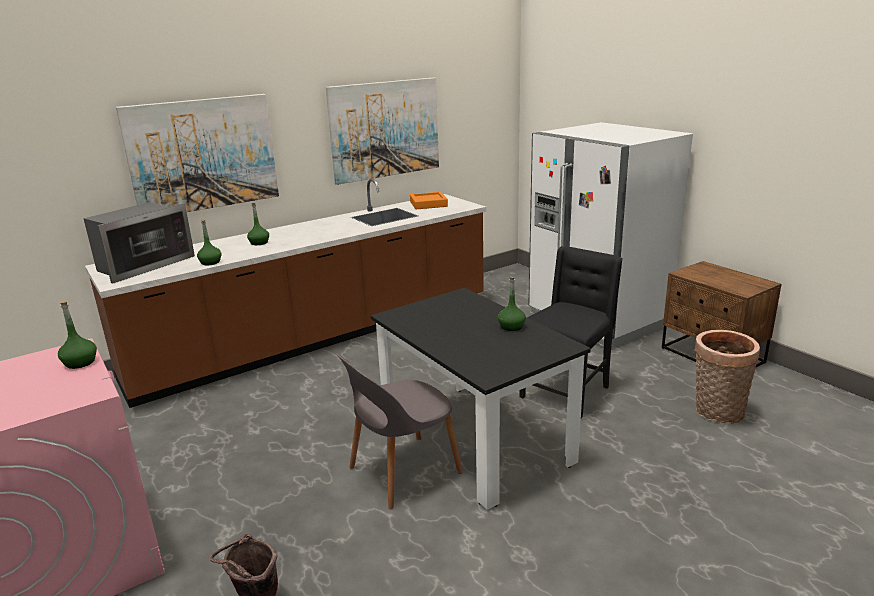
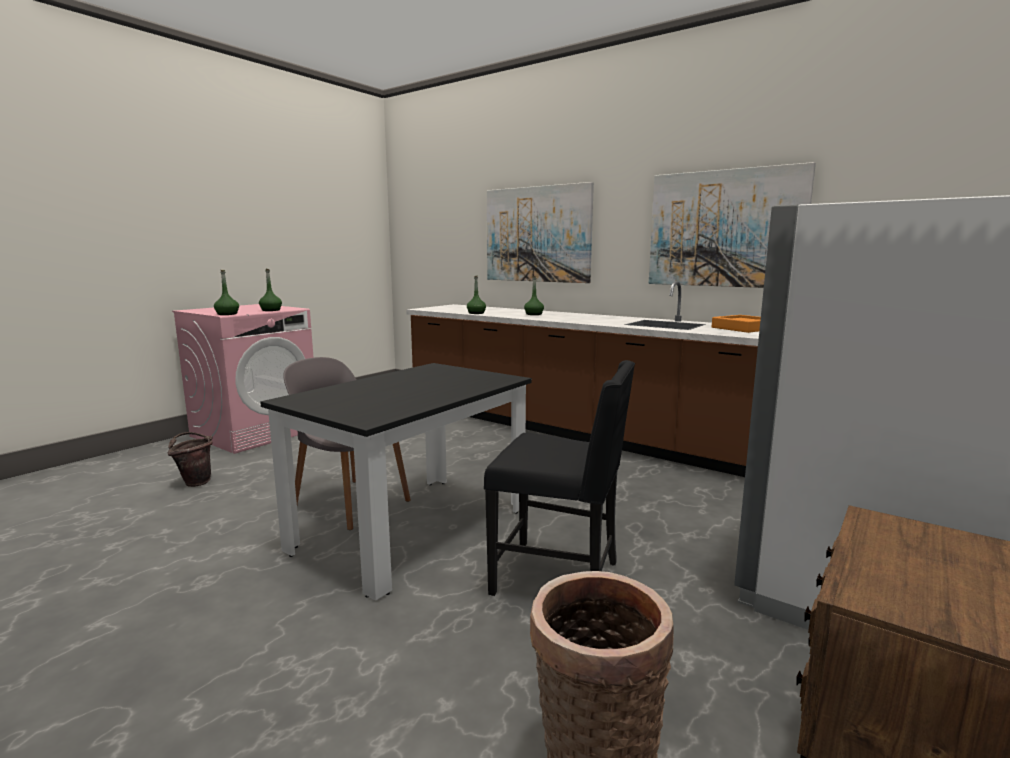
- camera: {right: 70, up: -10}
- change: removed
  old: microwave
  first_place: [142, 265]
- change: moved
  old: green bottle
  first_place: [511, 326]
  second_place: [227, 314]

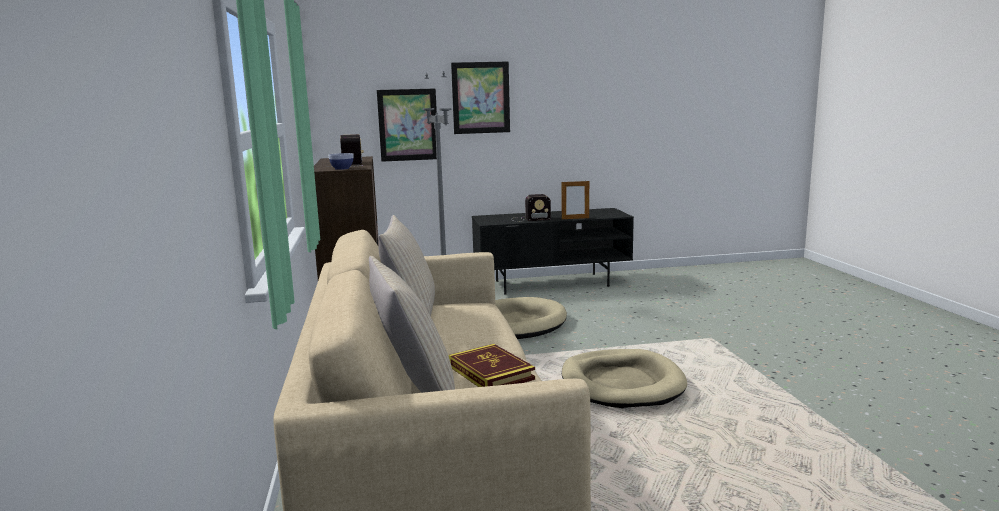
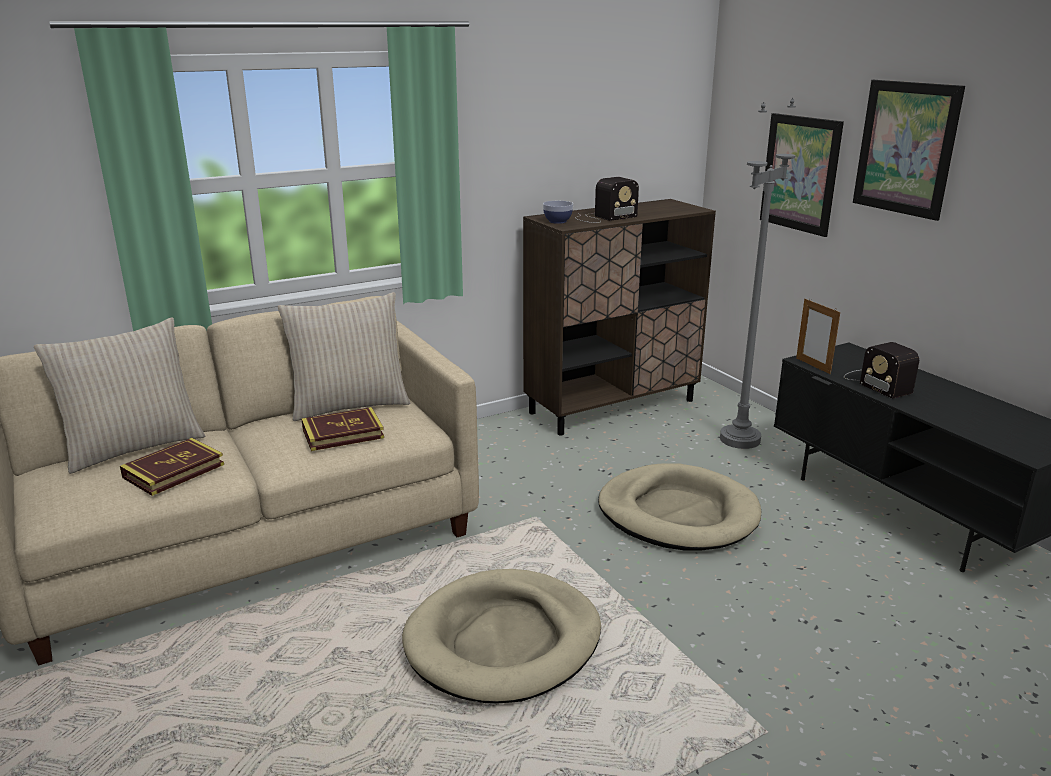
- camera: {right: 70, up: 10}
- change: moved
  old: picture frame
  first_place: [575, 218]
  second_place: [813, 366]
- change: added
  new: book
  second_place: [343, 433]

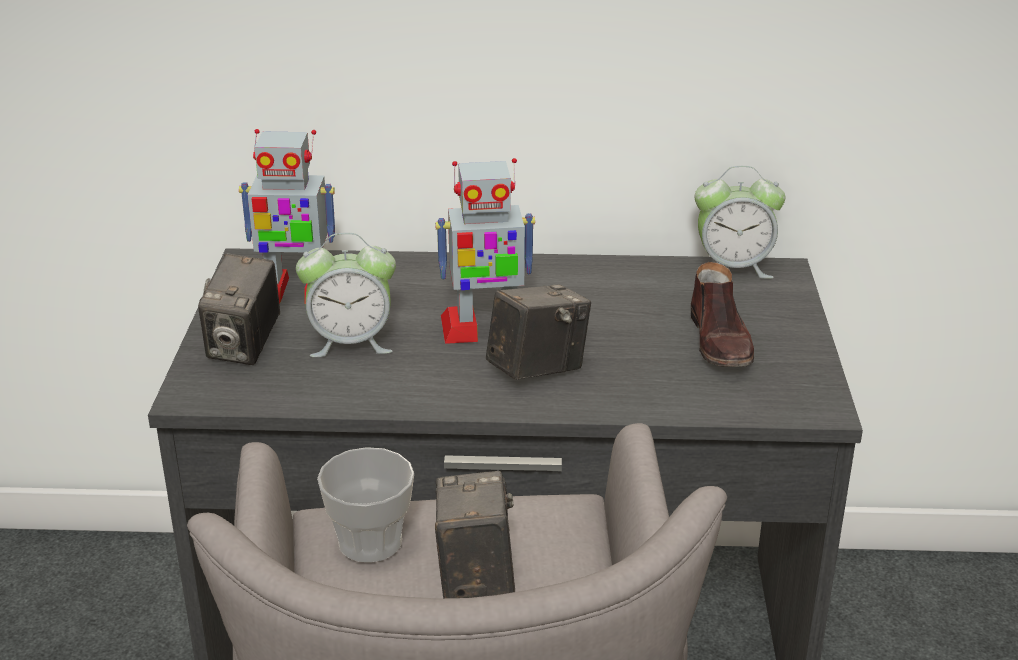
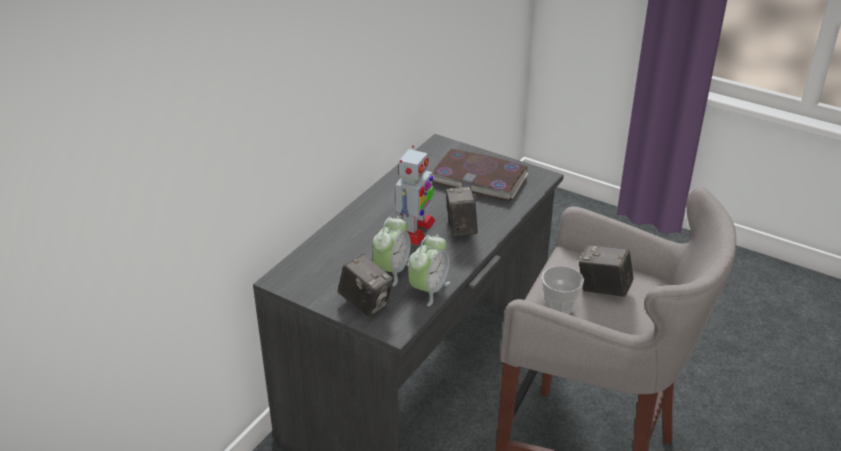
- camera: {right: -60, up: 5}
- change: removed
  old: toy robot
  first_place: [295, 291]
- change: moved
  old: alarm clock
  first_place: [733, 268]
  second_place: [429, 290]
- change: replaced
  old: brown shoe
  new: book
  first_place: [720, 342]
  second_place: [480, 178]

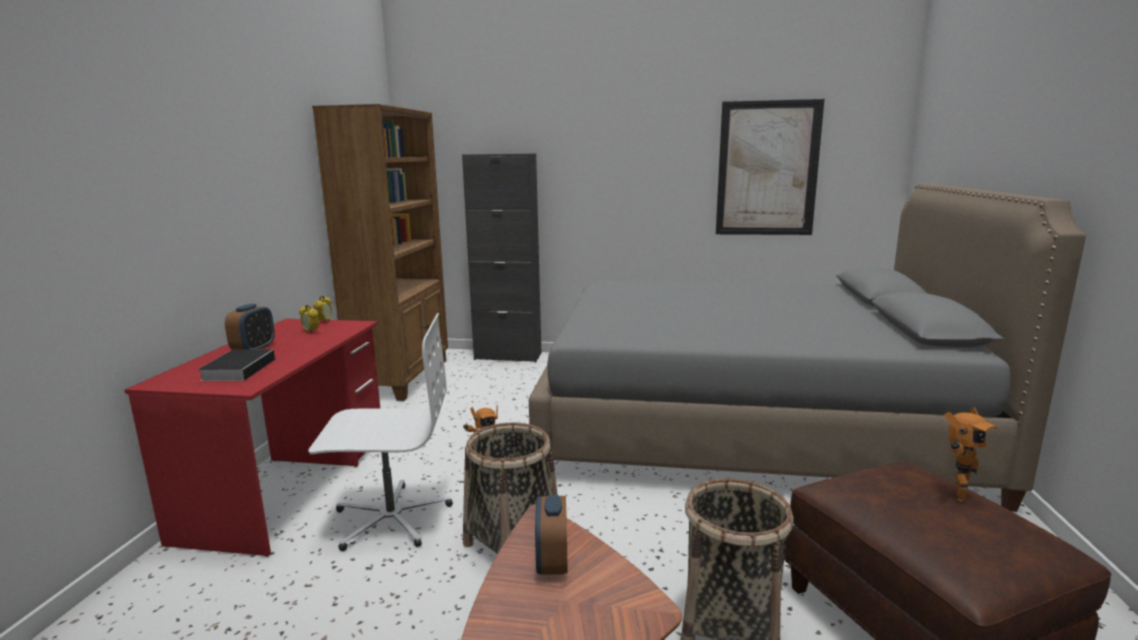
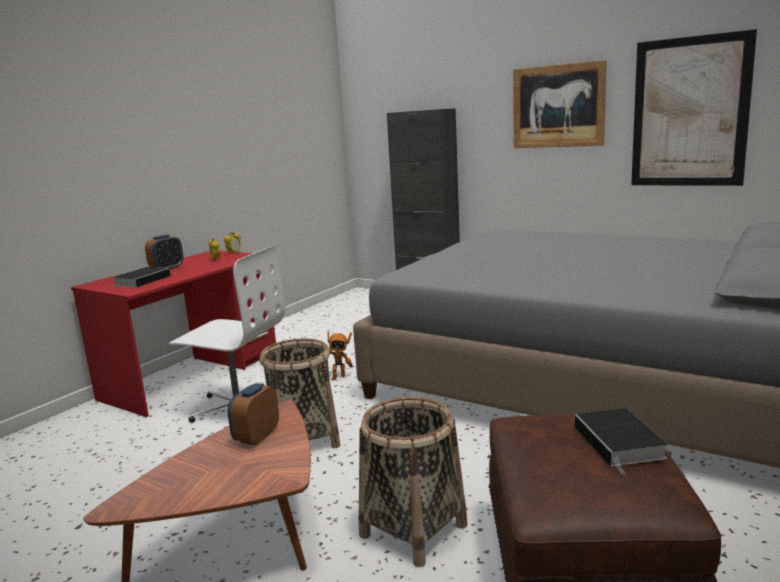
- camera: {right: 25, up: 0}
- change: removed
  old: brown bookcase
  first_place: [402, 377]
- change: replaced
  old: toy robot
  new: book
  first_place: [955, 495]
  second_place: [620, 443]
- change: added
  new: picture
  second_place: [558, 106]

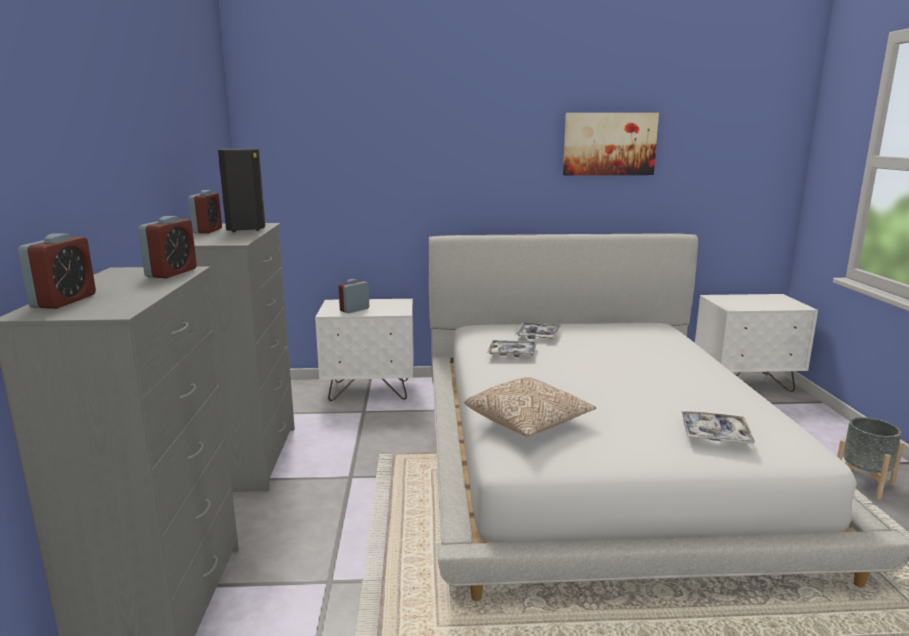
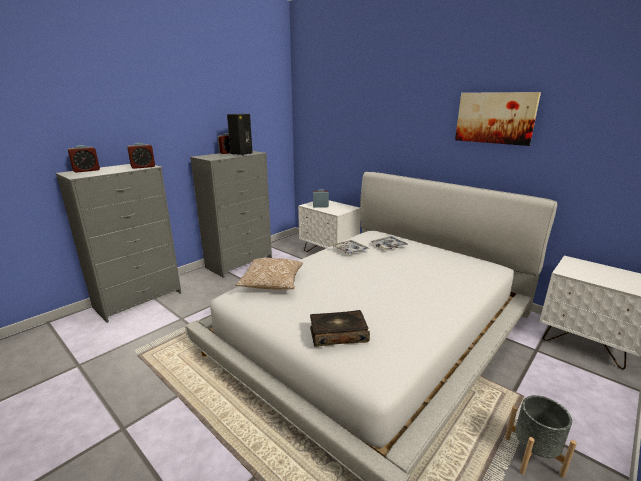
- camera: {right: 45, up: 5}
- change: replaced
  old: tray
  new: book
  first_place: [715, 434]
  second_place: [338, 334]

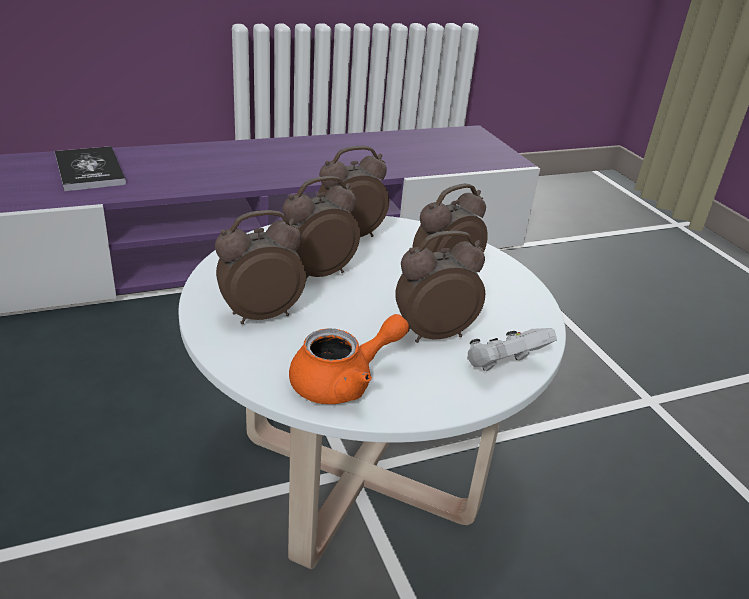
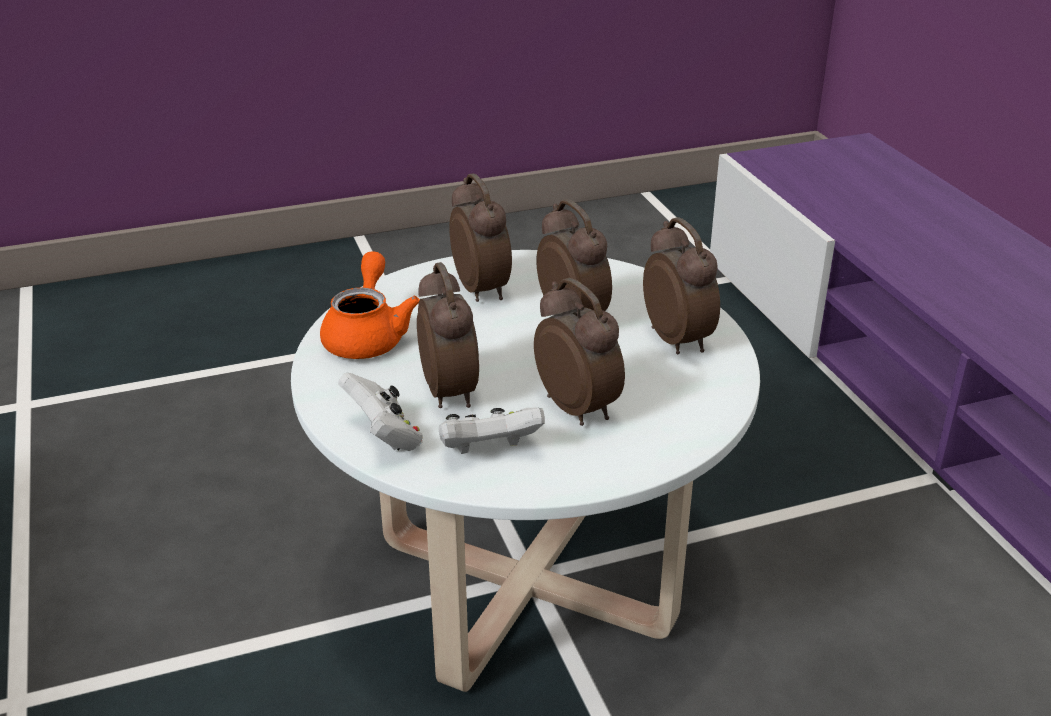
- camera: {right: 95, up: 0}
- change: removed
  old: book
  first_place: [89, 170]
- change: turned
  old: orange teapot
  first_place: [343, 381]
  second_place: [368, 335]
  degrees: -150
- change: added
  new: white game controller
  second_place: [489, 451]

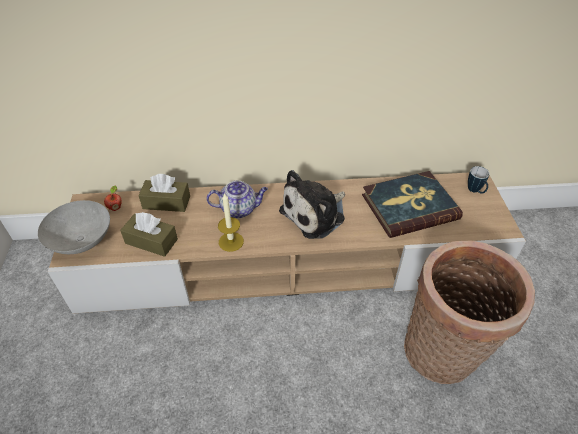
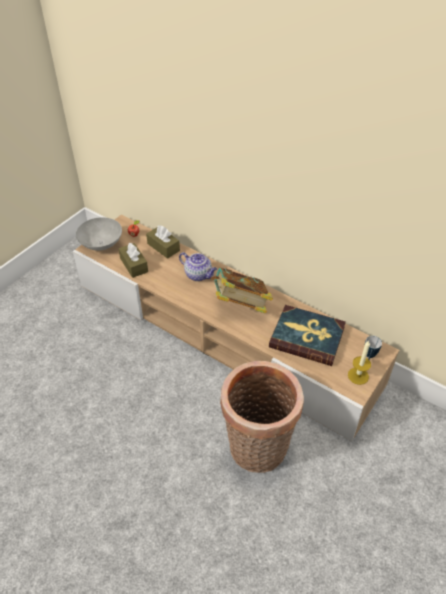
- camera: {right: 40, up: 0}
- change: replaced
  old: plush toy
  new: book
  first_place: [315, 214]
  second_place: [240, 305]
- change: moved
  old: candle
  first_place: [231, 241]
  second_place: [358, 376]

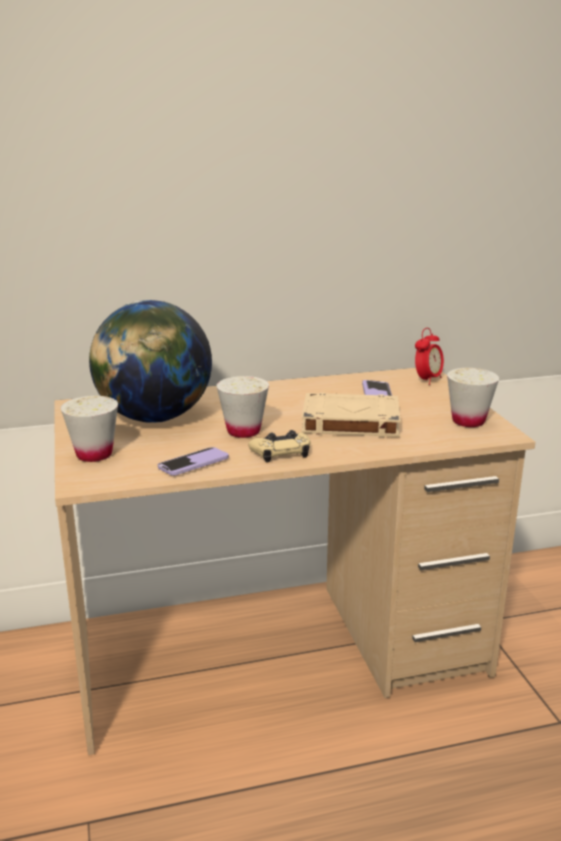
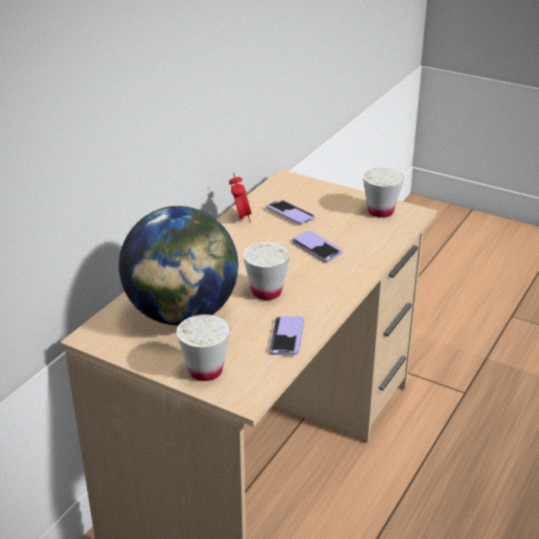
- camera: {right: -45, up: 10}
- change: moved
  old: alarm clock
  first_place: [427, 380]
  second_place: [241, 218]
- change: replaced
  old: beige book
  new: phone
  first_place: [349, 422]
  second_place: [316, 248]
- change: removed
  old: beige game controller
  first_place: [281, 452]

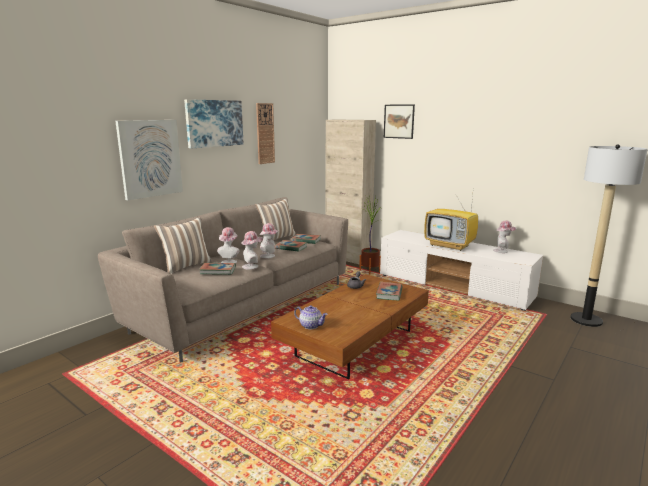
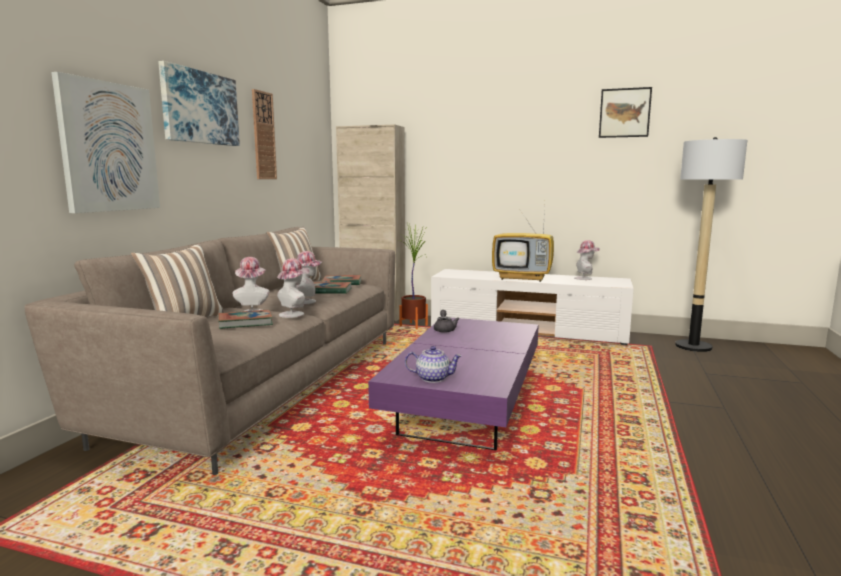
- camera: {right: -20, up: -5}
- change: moved
  old: picture
  first_place: [399, 121]
  second_place: [624, 113]
- change: recoloured
  old: brown coffee table
  new: purple coffee table
  first_place: [355, 343]
  second_place: [465, 406]
- change: removed
  old: book
  first_place: [389, 293]

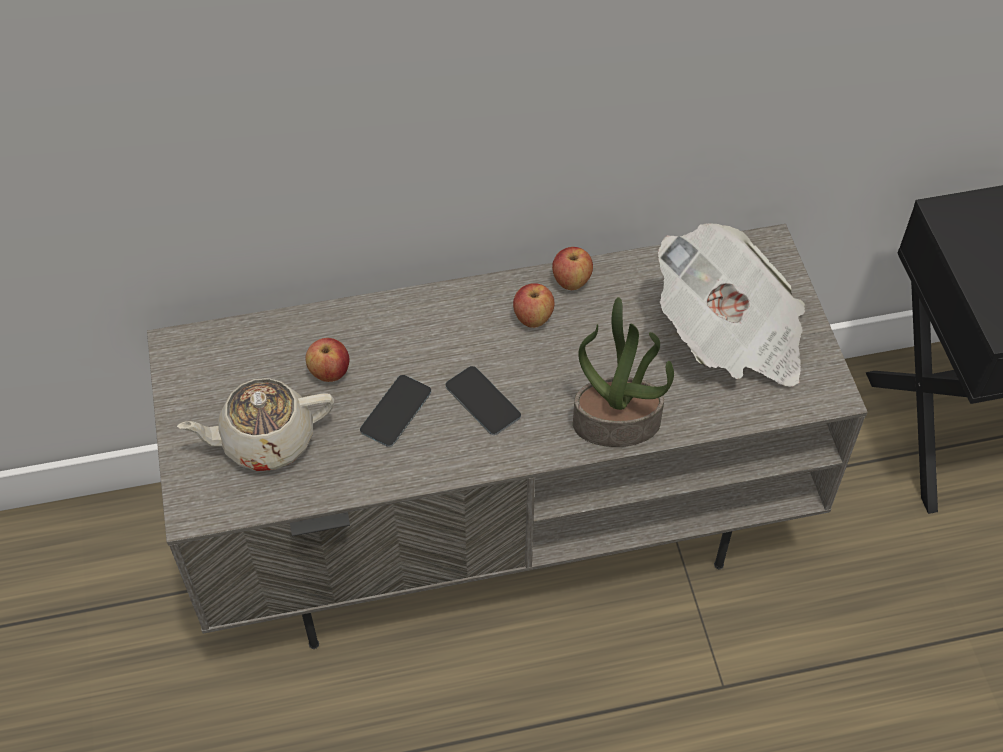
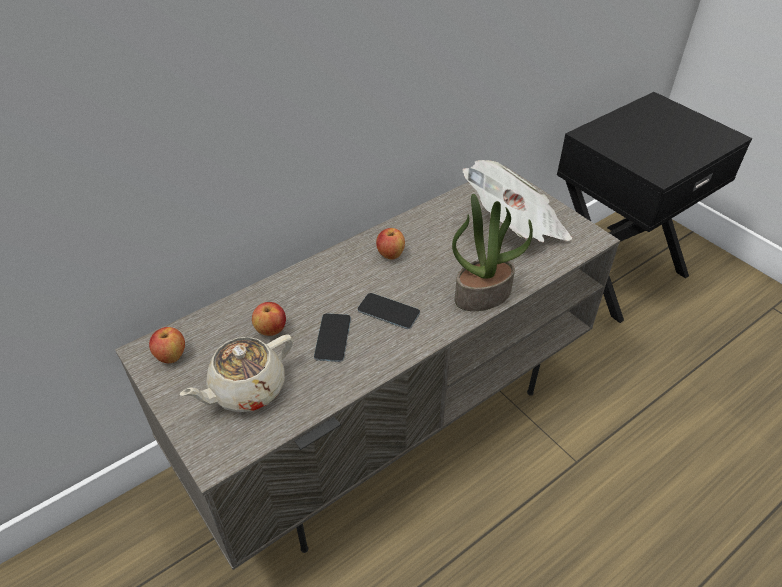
- camera: {right: -25, up: -10}
- change: moved
  old: apple
  first_place: [571, 281]
  second_place: [171, 356]

